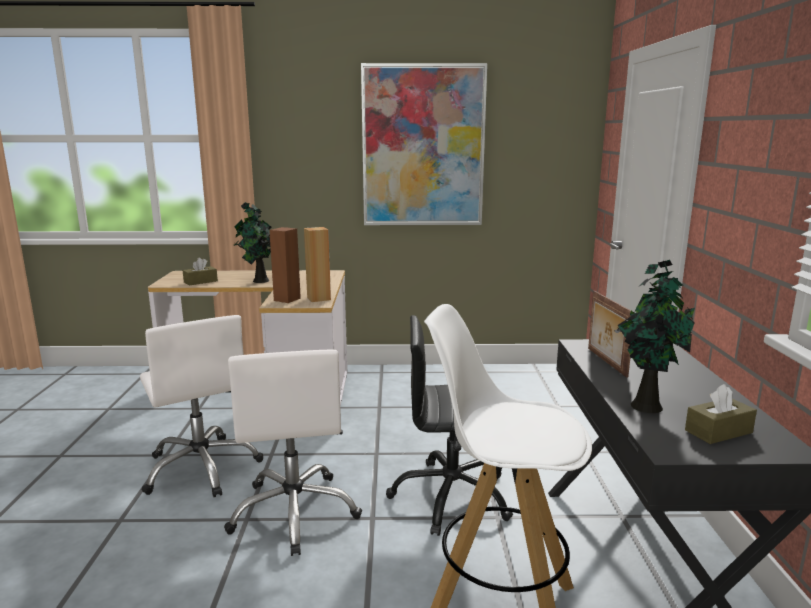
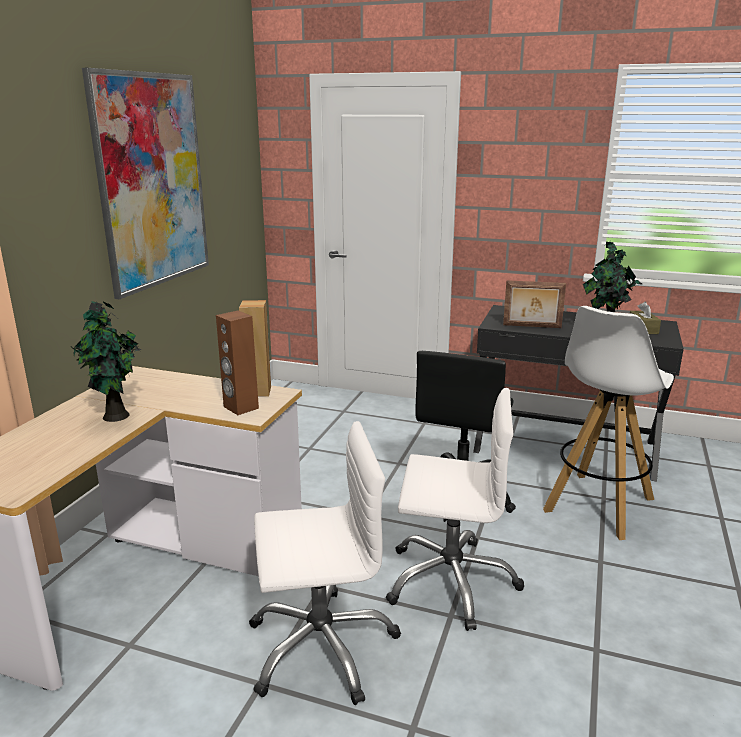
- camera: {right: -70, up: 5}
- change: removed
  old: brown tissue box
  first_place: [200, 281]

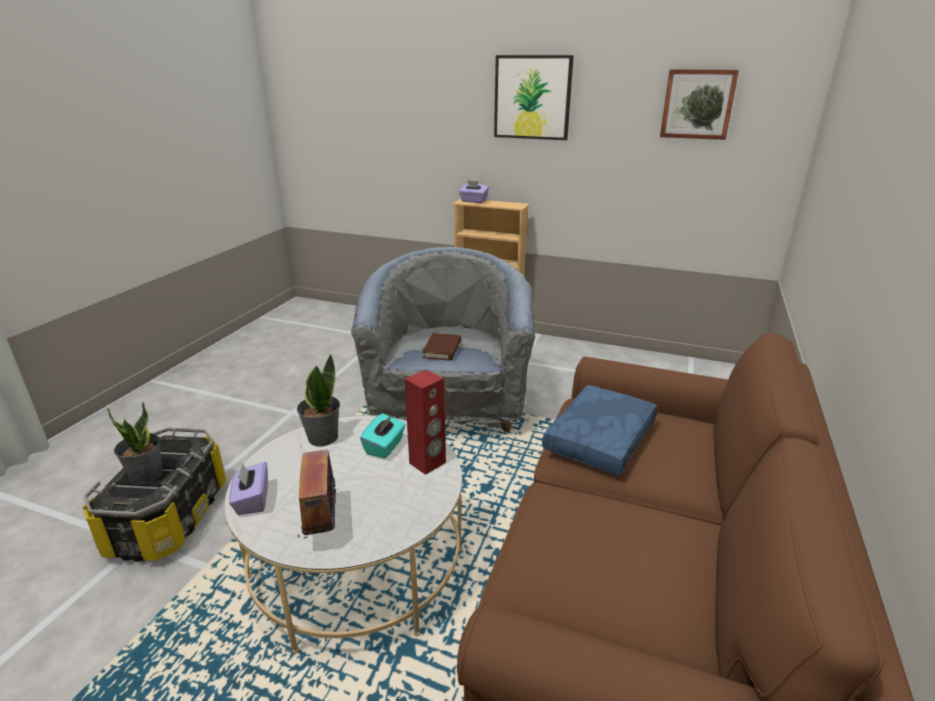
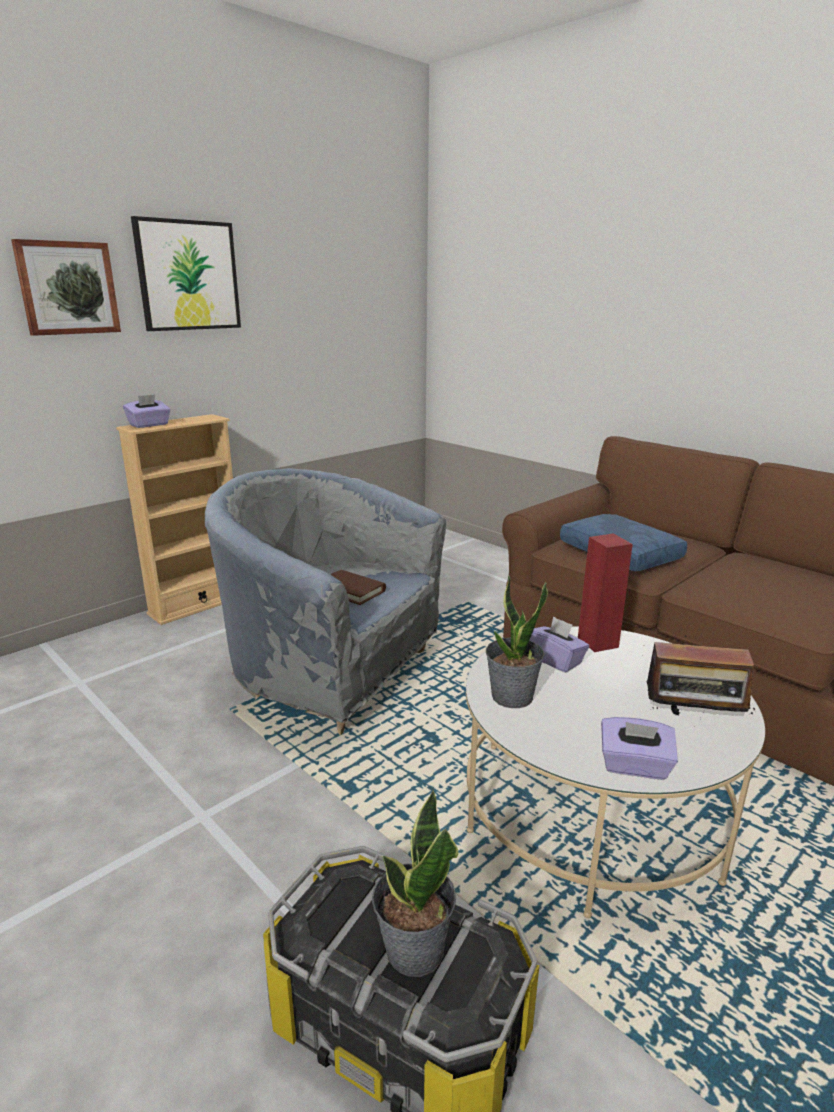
- camera: {right: -65, up: -5}
- change: moved
  old: picture
  first_place: [697, 104]
  second_place: [67, 288]
- change: recoloured
  old: turquoise tissue box
  new: purple tissue box
  first_place: [385, 447]
  second_place: [555, 660]

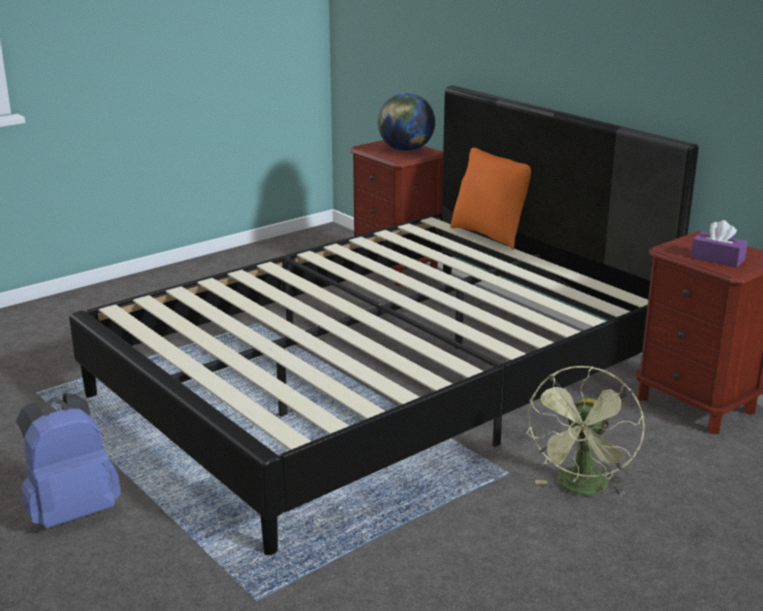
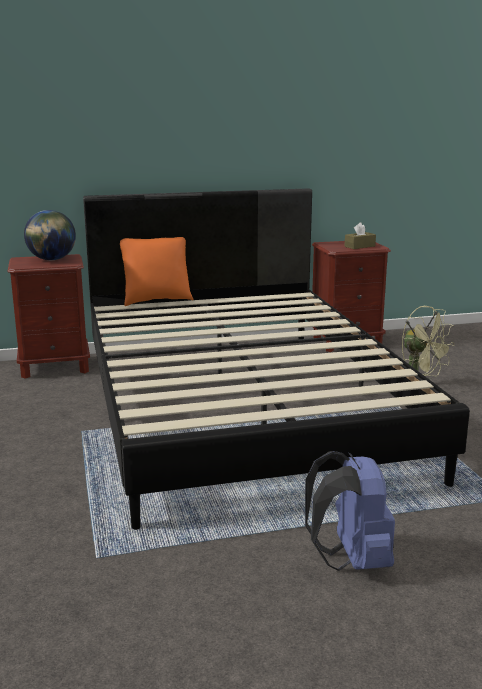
- camera: {right: -65, up: -5}
- change: recoloured
  old: purple tissue box
  new: brown tissue box
  first_place: [717, 259]
  second_place: [359, 246]

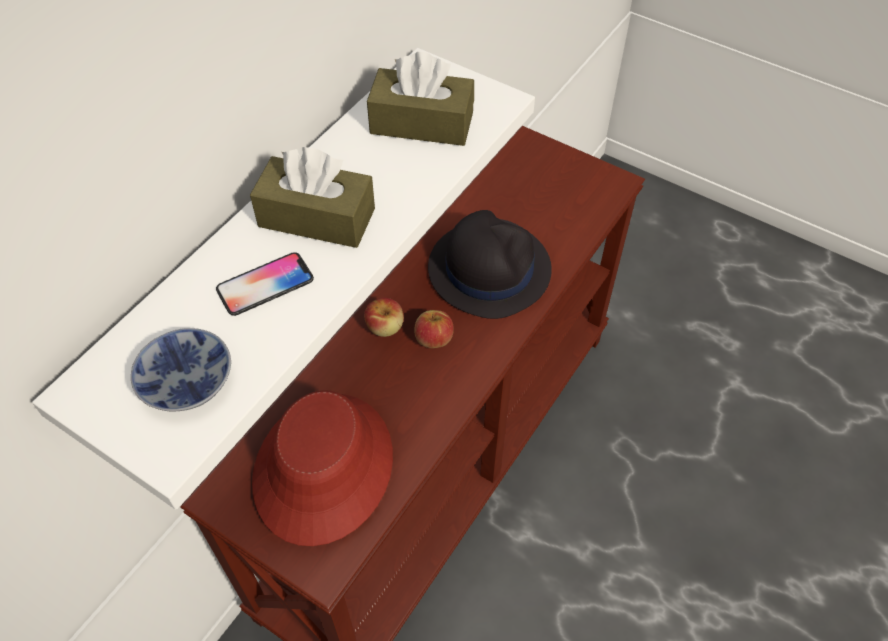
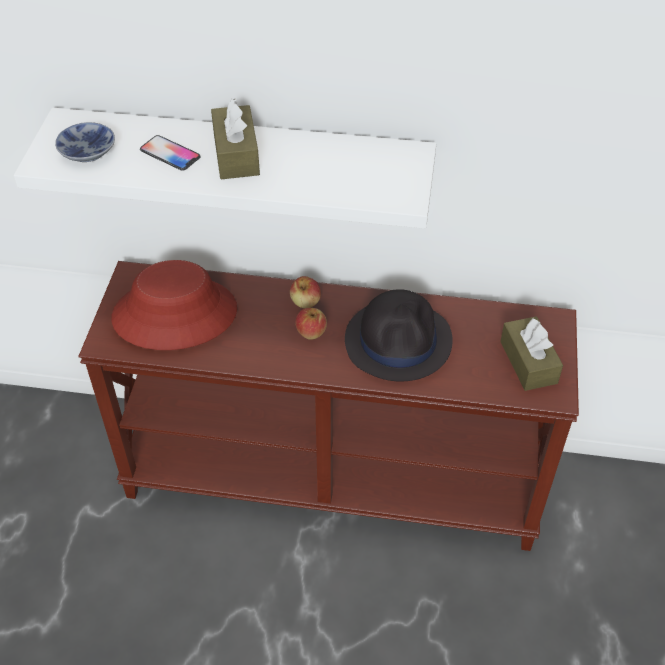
- camera: {right: 65, up: -5}
- change: moved
  old: brown tissue box
  first_place: [421, 123]
  second_place: [528, 362]

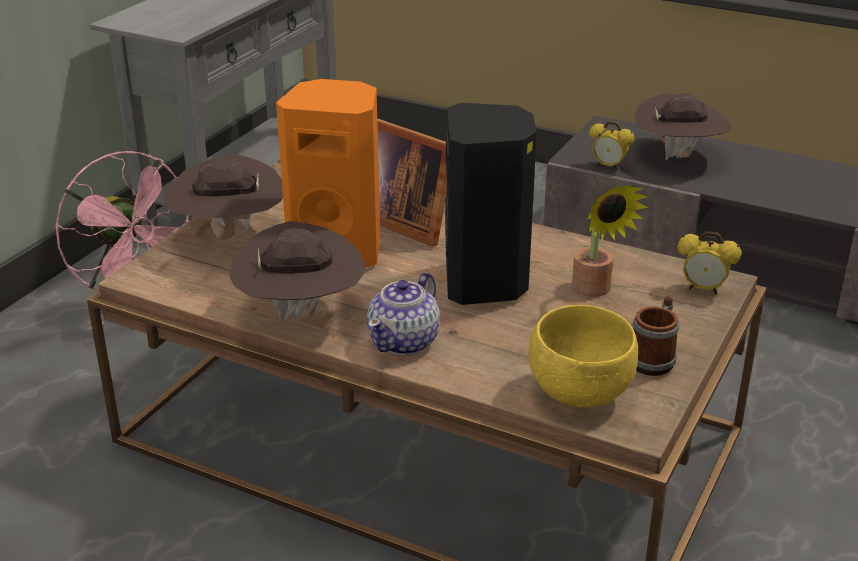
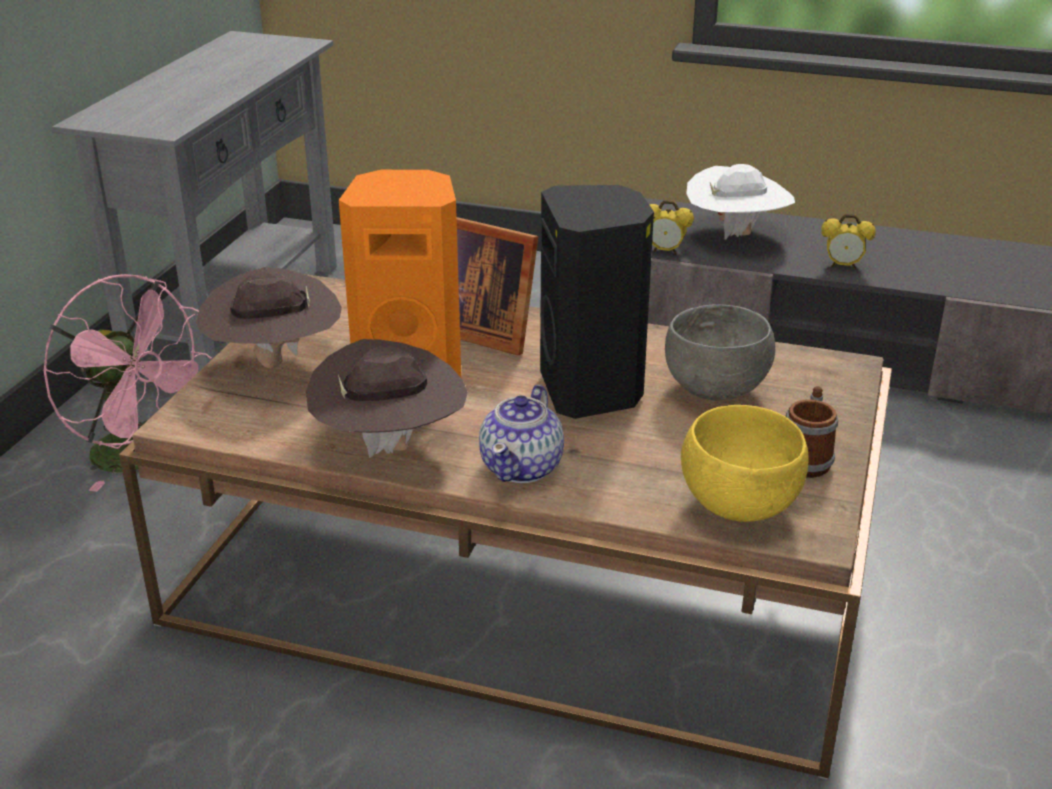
- camera: {right: -10, up: 0}
- change: recoloured
  old: brown hat
  new: white hat
  first_place: [678, 156]
  second_place: [736, 234]
- change: replaced
  old: potted plant
  new: grey bowl
  first_place: [595, 291]
  second_place: [716, 389]
- change: moved
  old: alarm clock
  first_place: [703, 289]
  second_place: [843, 266]

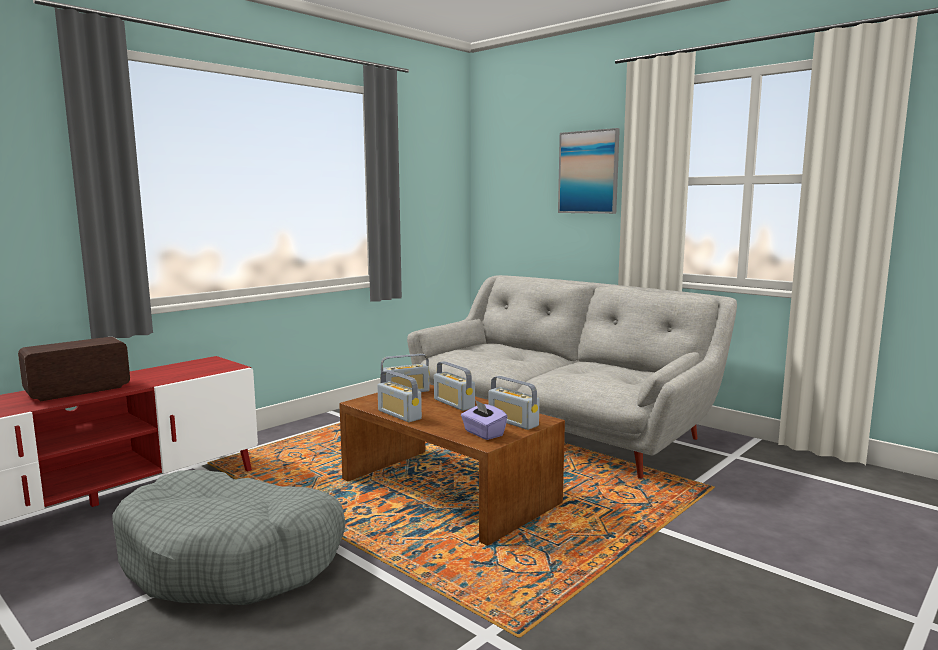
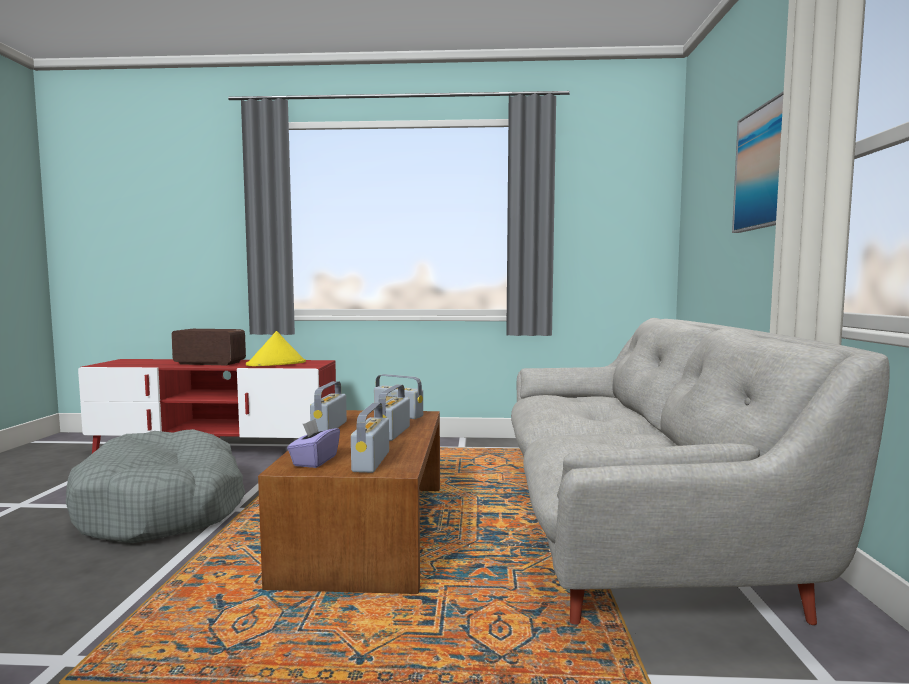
- camera: {right: 50, up: -5}
- change: added
  new: yellow hat
  second_place: [276, 364]

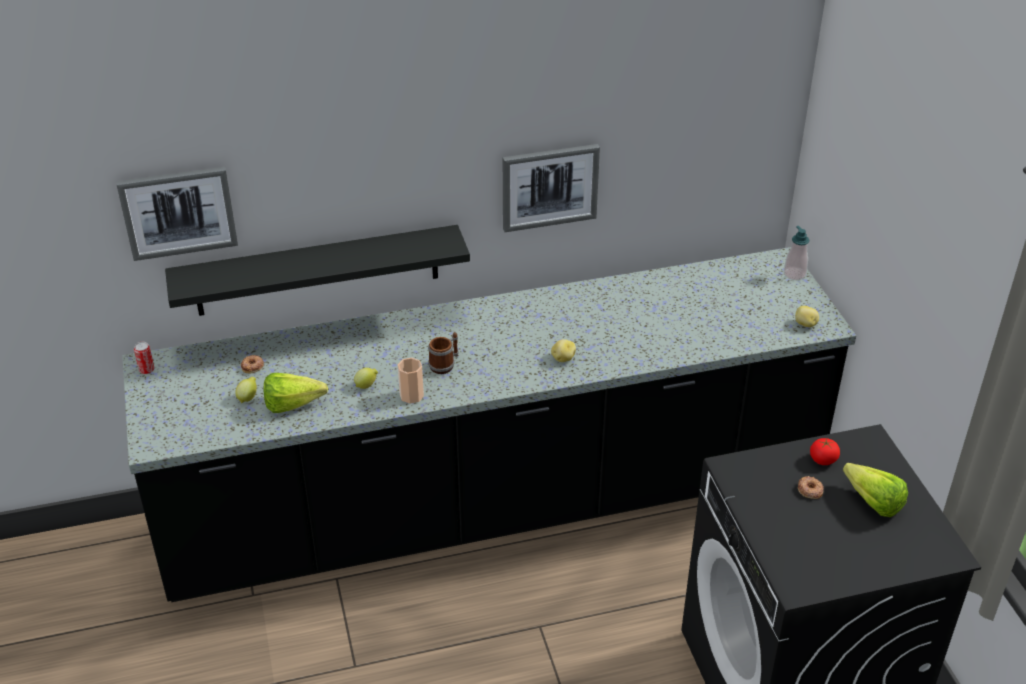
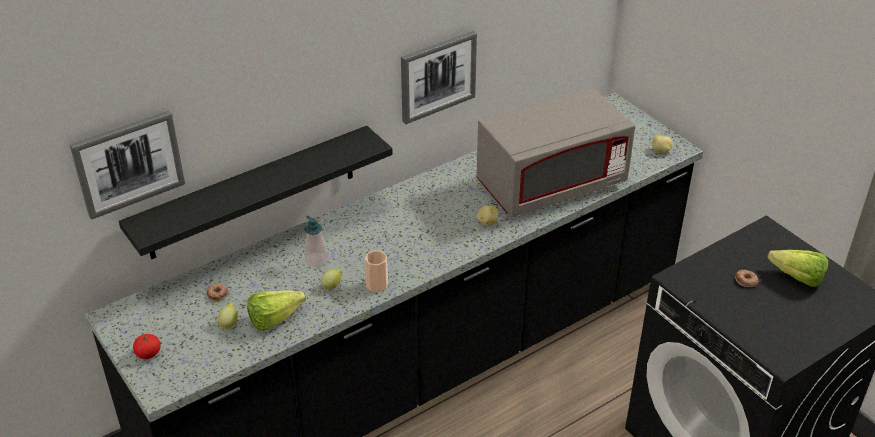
- camera: {right: -20, up: 0}
- change: moved
  old: soap dispenser
  first_place: [794, 274]
  second_place: [316, 260]
- change: removed
  old: mug
  first_place: [445, 364]
- change: removed
  old: can
  first_place: [146, 370]
- change: moved
  old: tomato
  first_place: [823, 460]
  second_place: [148, 354]
- change: added
  new: grey microwave
  second_place: [551, 185]

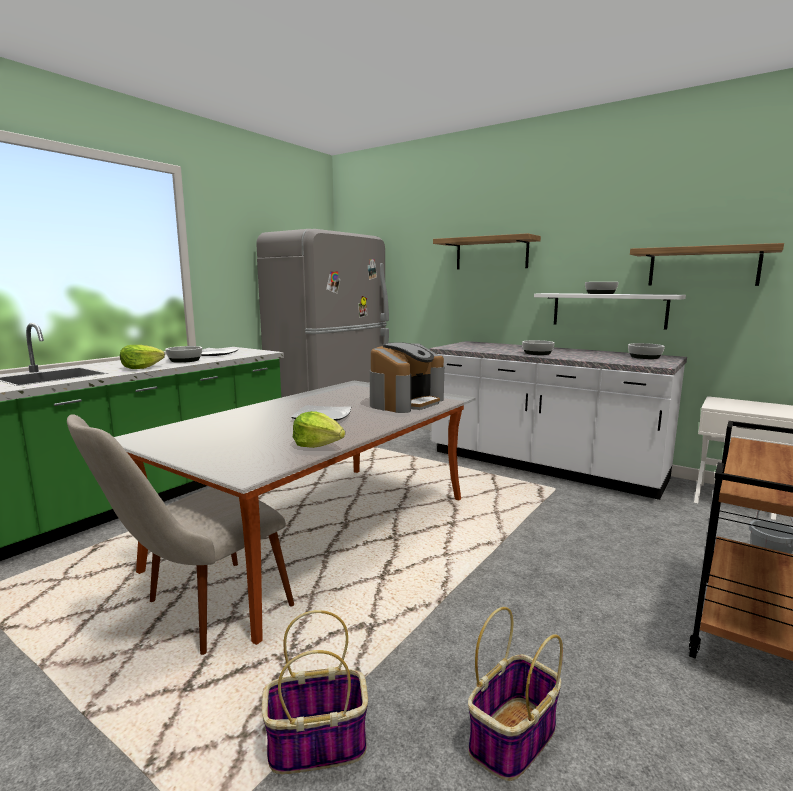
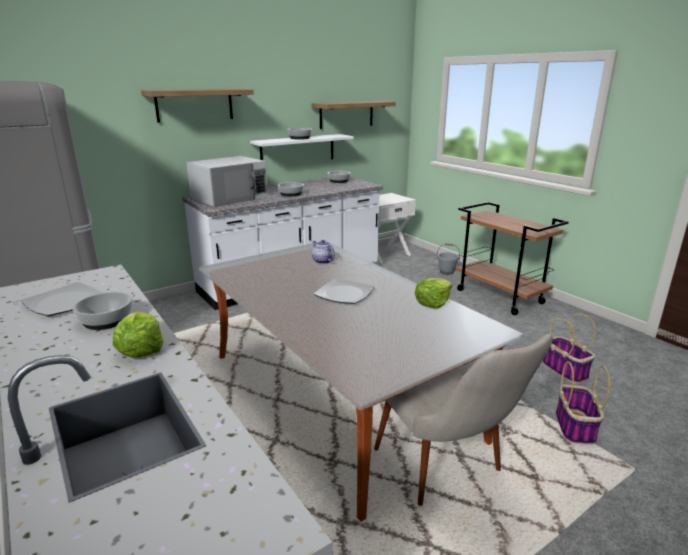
- camera: {right: -70, up: 10}
- change: replaced
  old: coffee machine
  new: teapot
  first_place: [406, 402]
  second_place: [322, 261]
- change: added
  new: white microwave
  second_place: [230, 197]

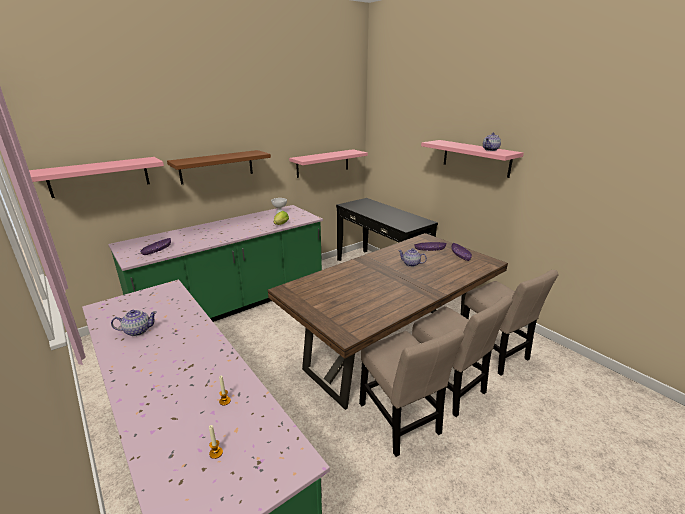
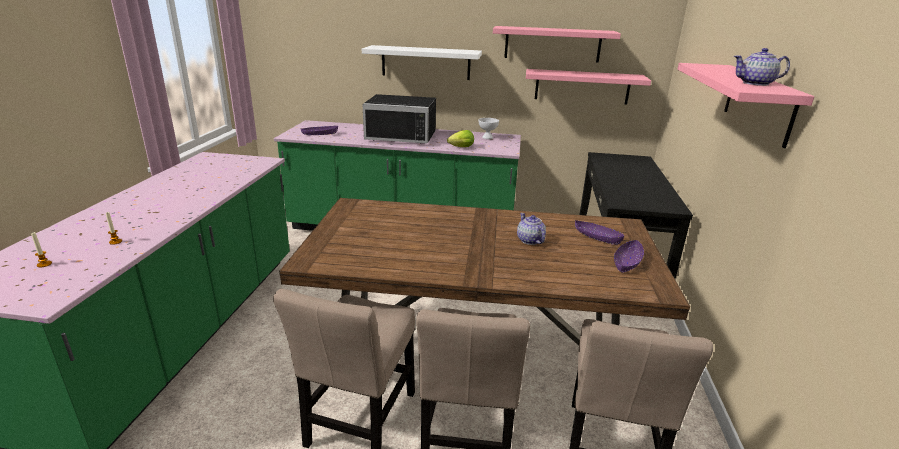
- camera: {right: 45, up: 0}
- change: recoloured
  old: brown shelf
  new: white shelf
  first_place: [217, 167]
  second_place: [425, 62]
- change: moved
  old: pink shelf
  first_place: [100, 177]
  second_place: [552, 44]
- change: removed
  old: teapot
  first_place: [137, 331]
- change: added
  new: black microwave
  second_place: [402, 135]

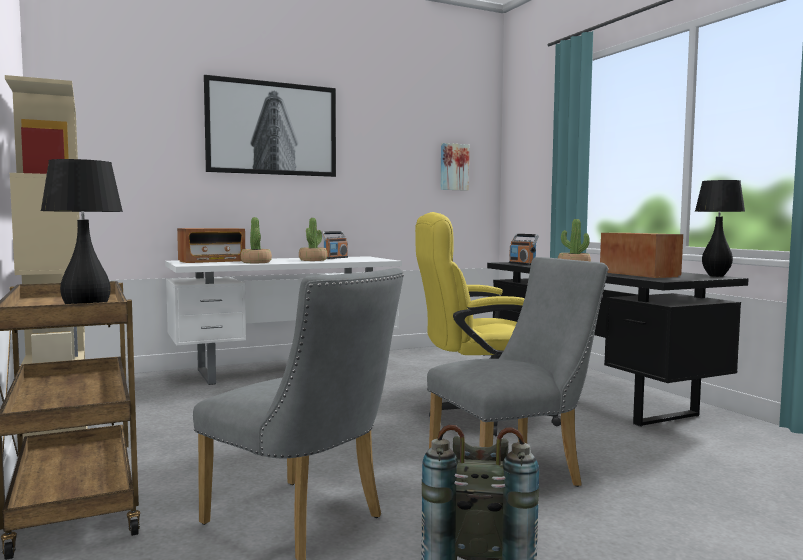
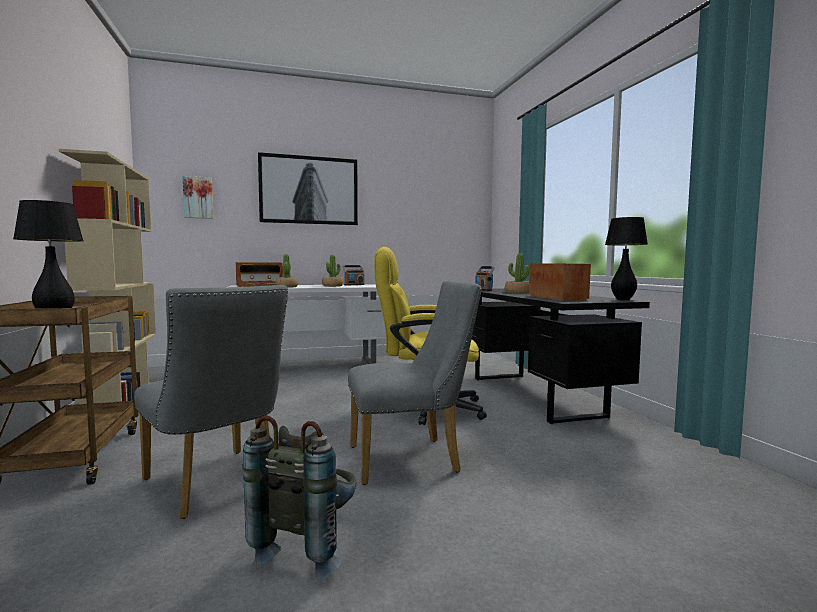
- camera: {right: 10, up: 0}
- change: moved
  old: picture
  first_place: [453, 167]
  second_place: [198, 197]

